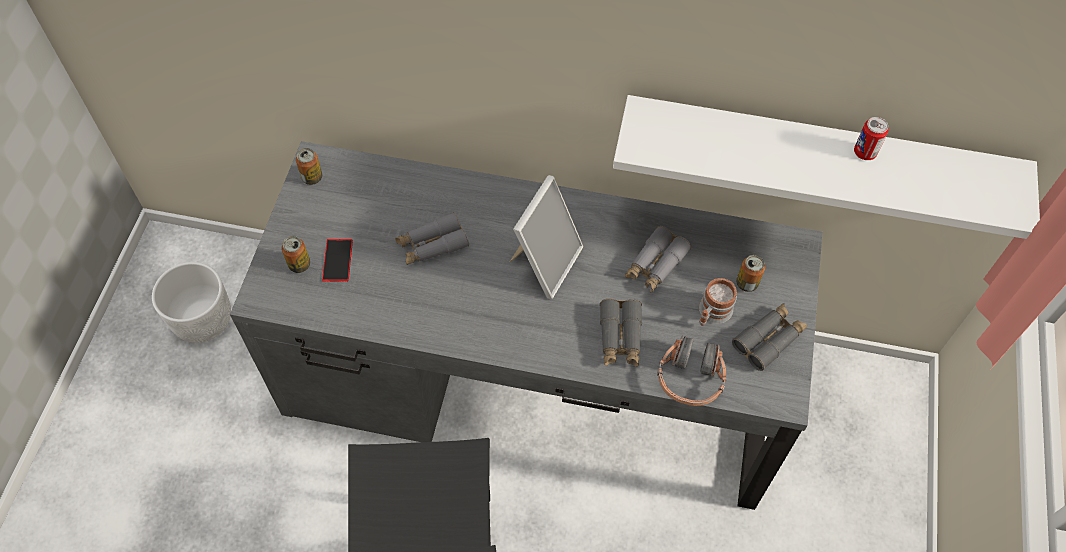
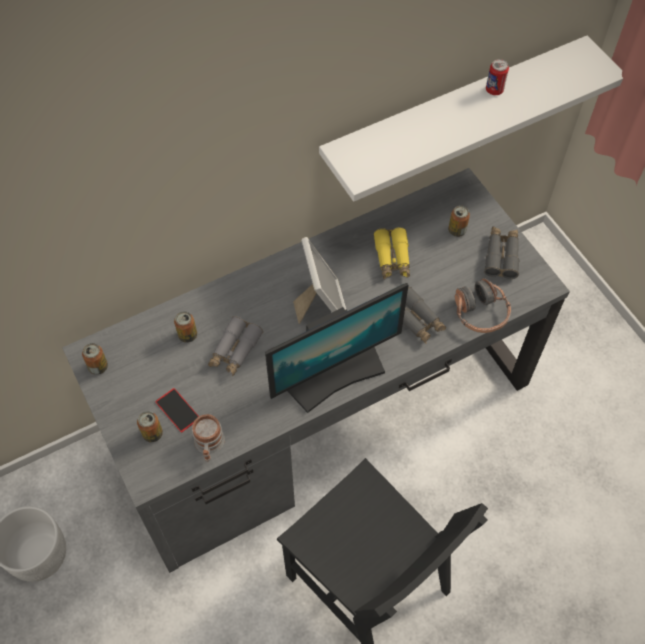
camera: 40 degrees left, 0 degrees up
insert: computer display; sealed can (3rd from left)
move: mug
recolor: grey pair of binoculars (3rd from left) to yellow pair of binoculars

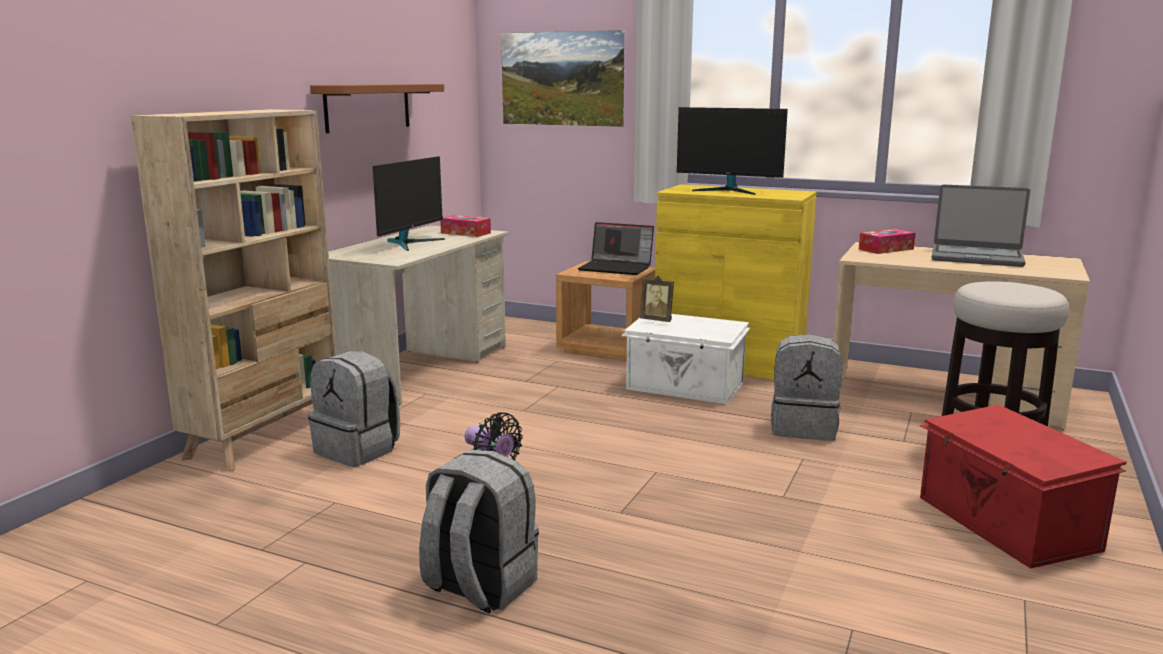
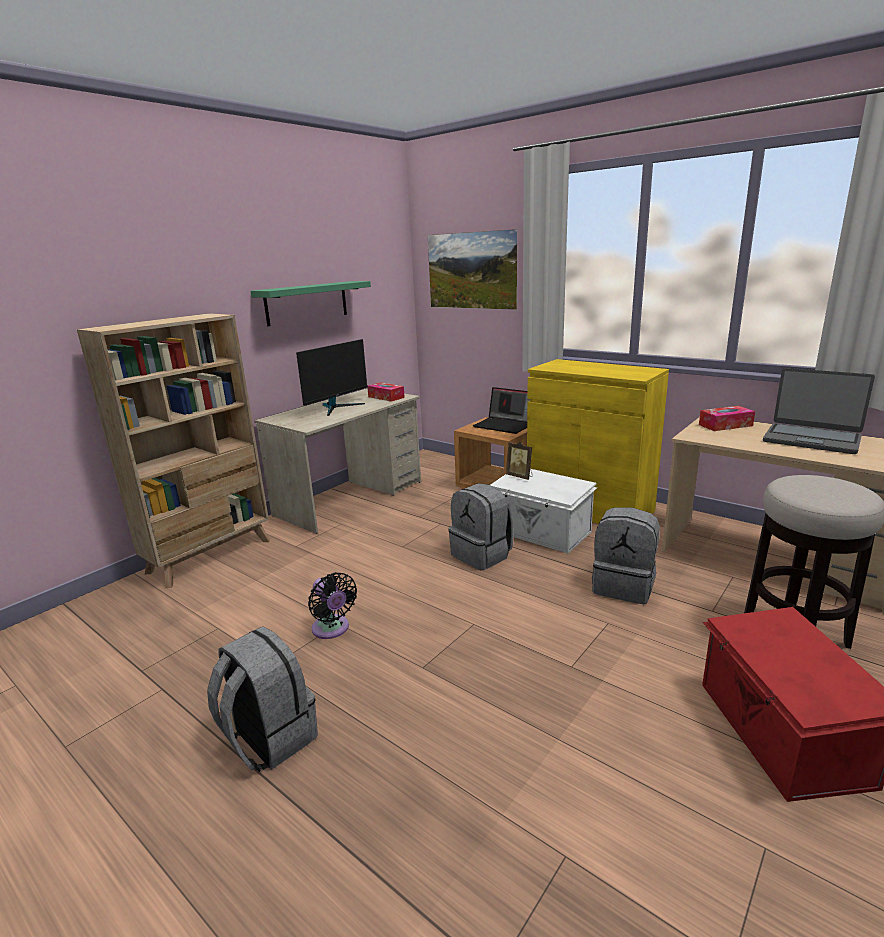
camera: 15 degrees right, 5 degrees up
delete: computer display (2nd from left)
move: grey rucksack (1st from left in the first image) to grey rucksack (2nd from left)
recolor: brown-coloured wall shelf to green wall shelf

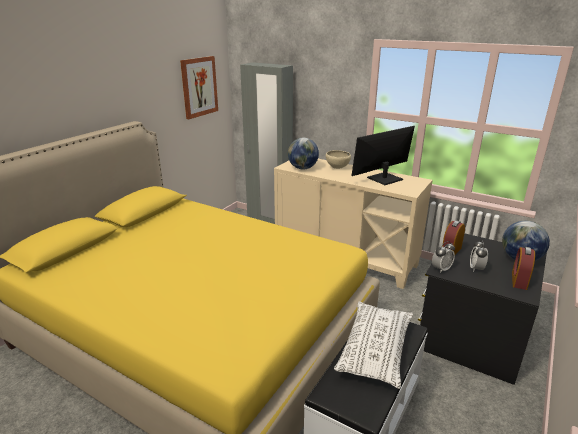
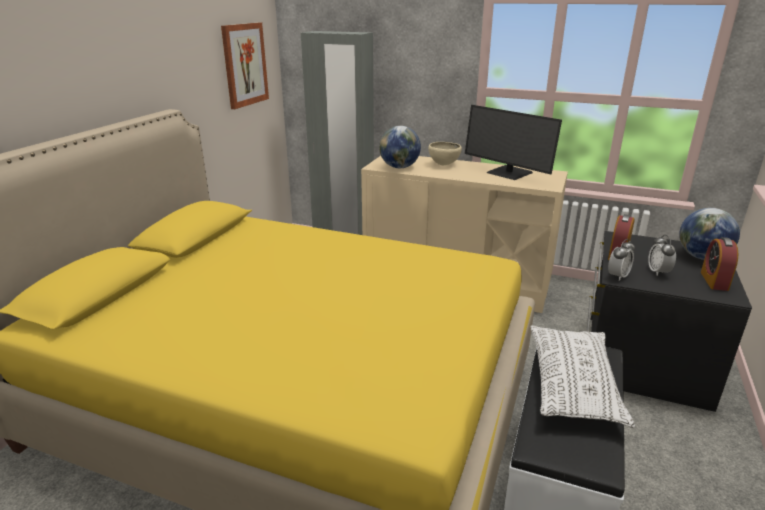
camera: 10 degrees left, 0 degrees up
rotate: computer display 90 degrees counterclockwise

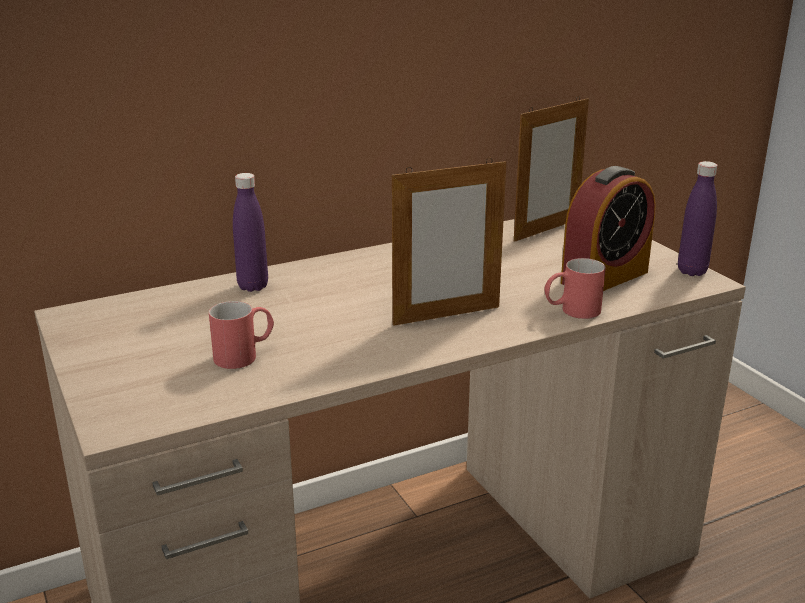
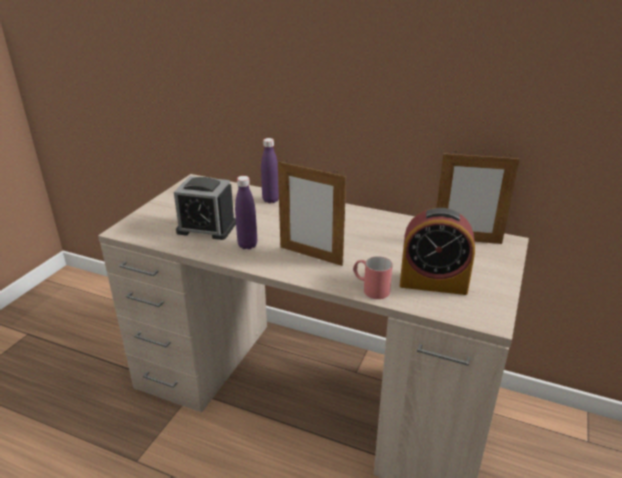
camera: 50 degrees right, 5 degrees up
move: purple-coloured bottle (2nd from left in the first image) to purple-coloured bottle (1st from left)
replace: red-coloured mug (1st from left) to table clock (1st from left)

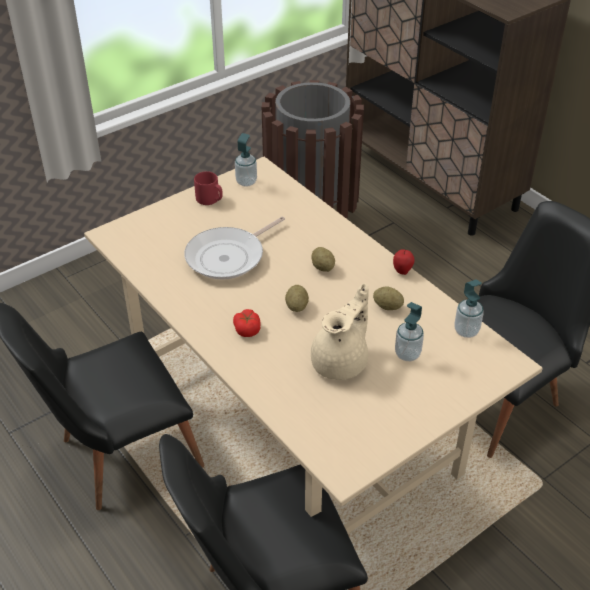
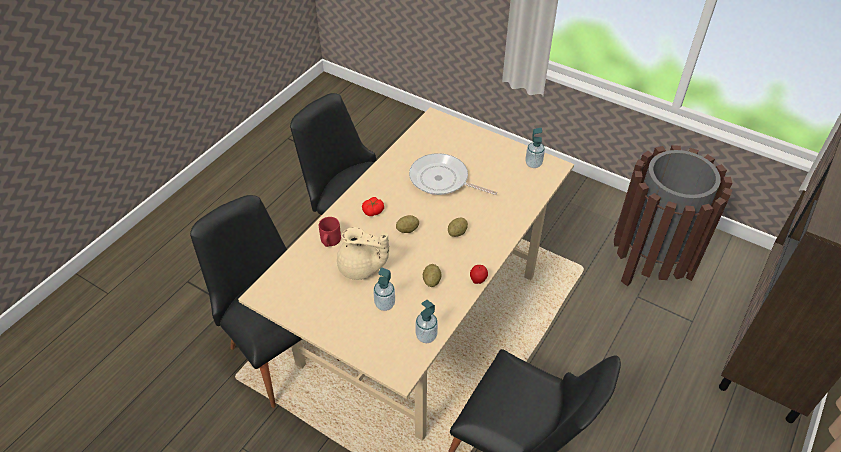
camera: 70 degrees right, 5 degrees up
move: red-coloured mug

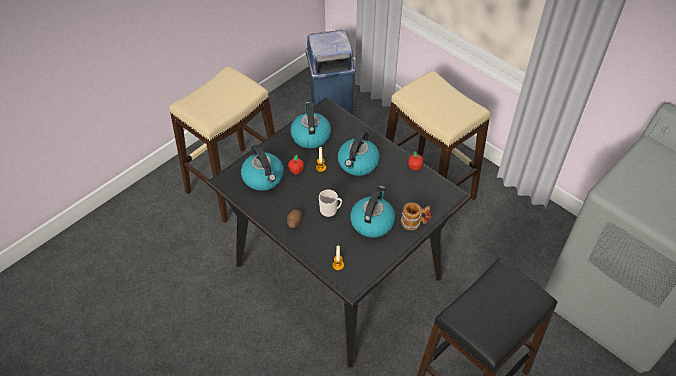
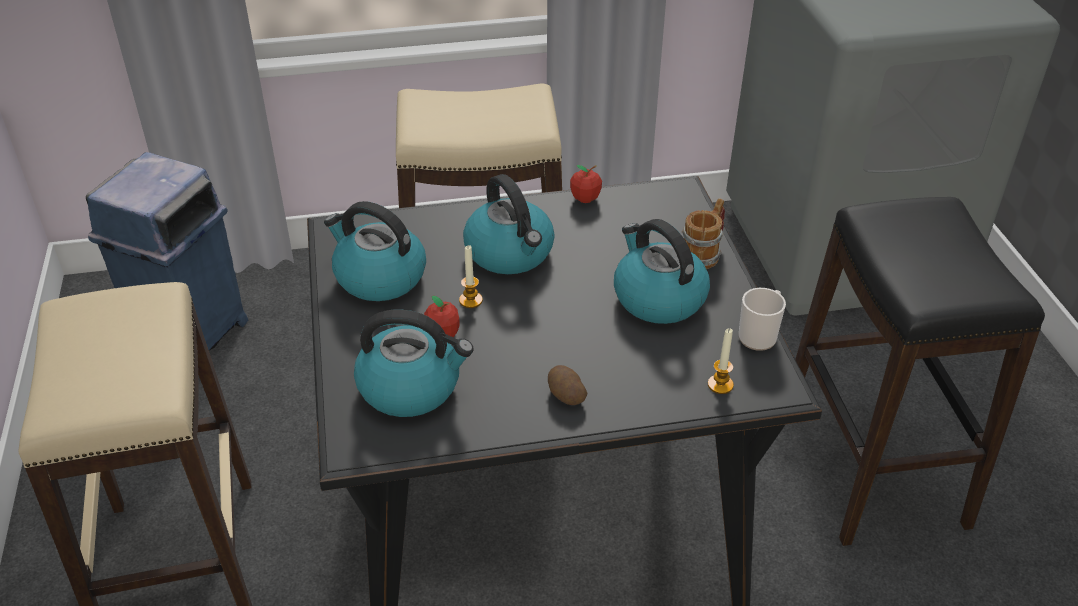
camera: 55 degrees left, 10 degrees down
move: mug (1st from left in the first image) to mug (2nd from left)

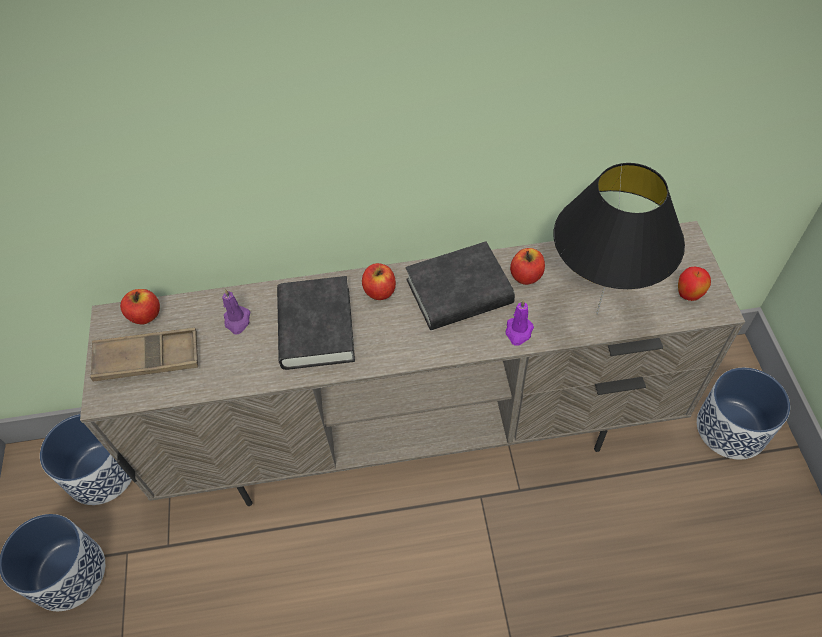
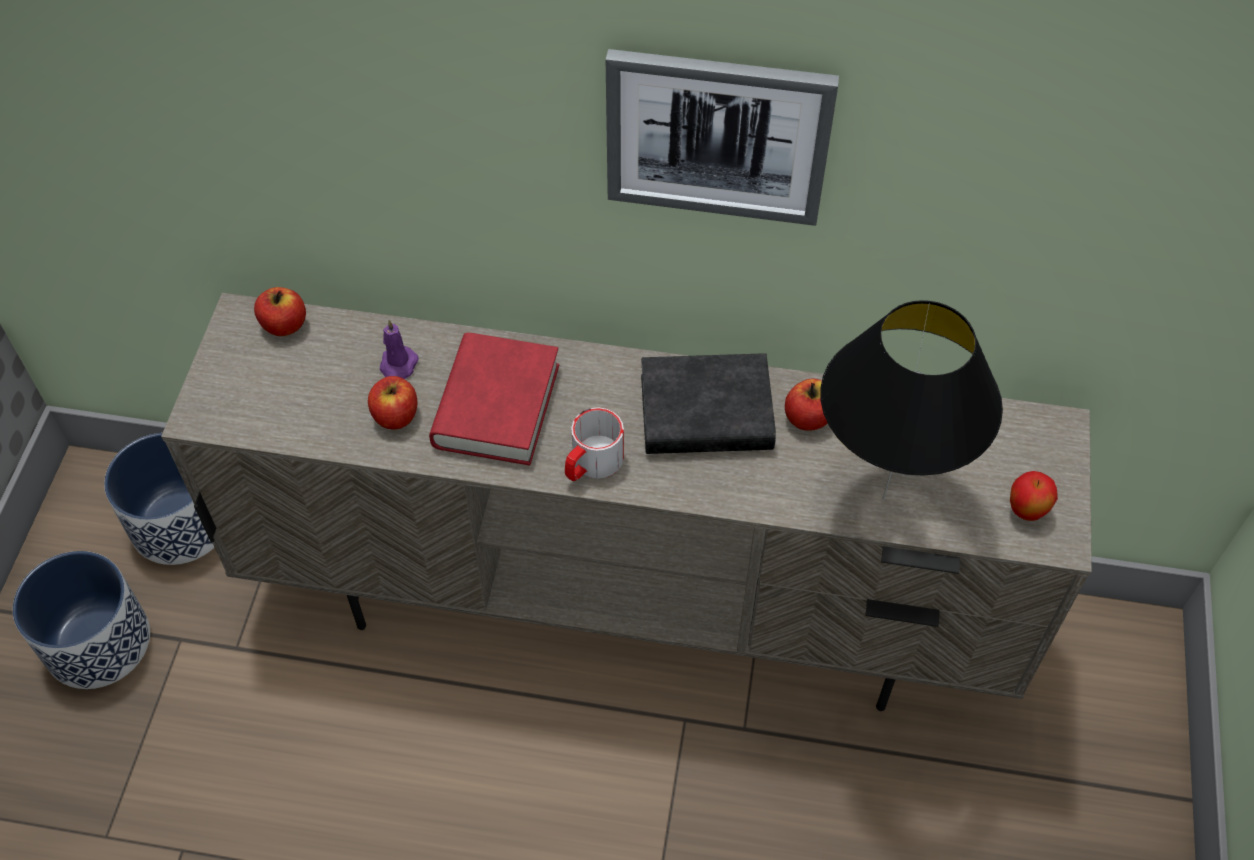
camera: 15 degrees right, 0 degrees up
delete: purple-coloured candle (2nd from left); brown-coloured serving tray; flower pot (3rd from left)
insert: wall picture; mug
move: apple fruit (2nd from left)
recolor: black book (1st from left) to red-coloured book

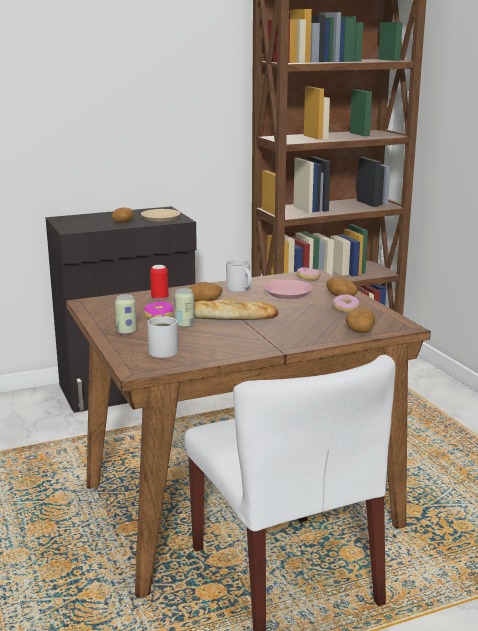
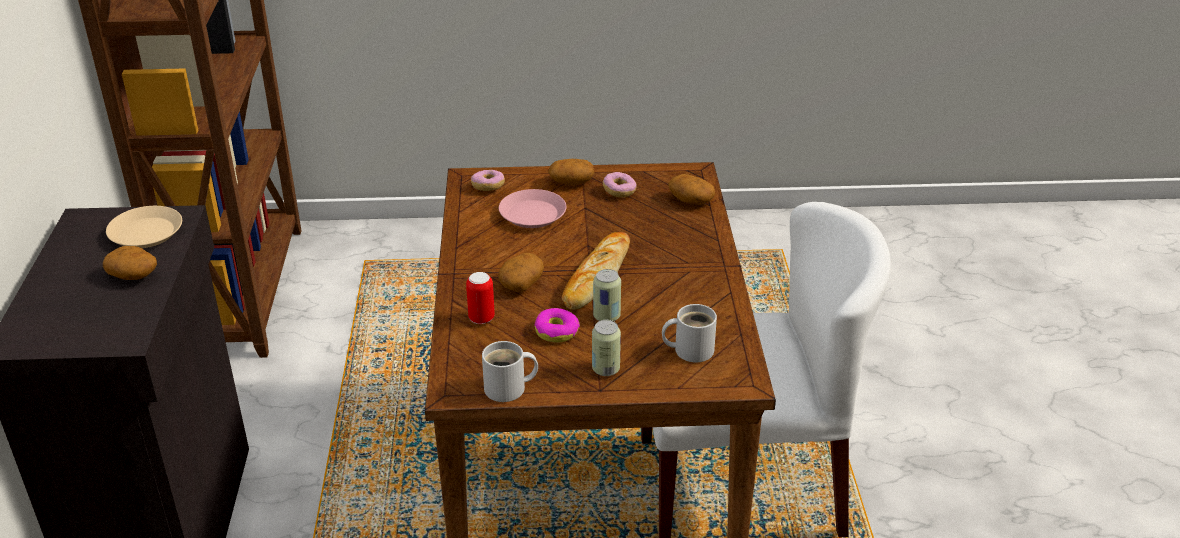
camera: 70 degrees left, 15 degrees up
move: white mug (2nd from left in the first image) to white mug (1st from left)

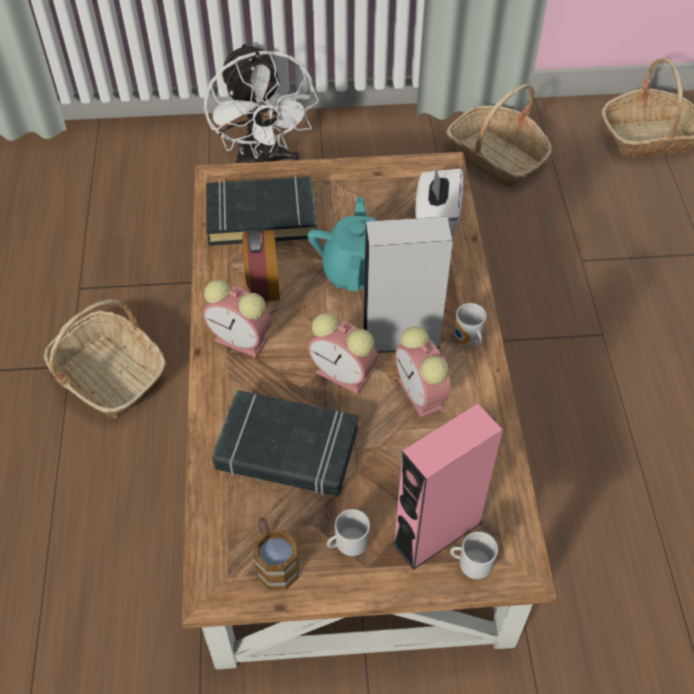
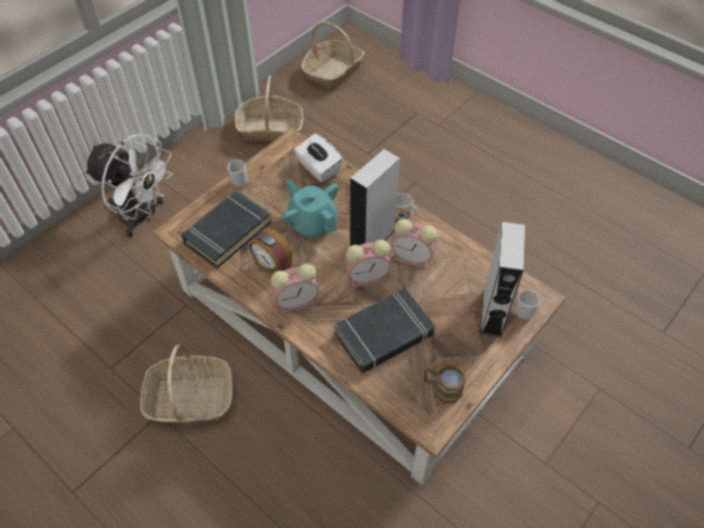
camera: 45 degrees left, 0 degrees up
move: mug (2nd from left in the first image) to mug (1st from left)
recolor: pink audio speaker to grey audio speaker (2nd from left)

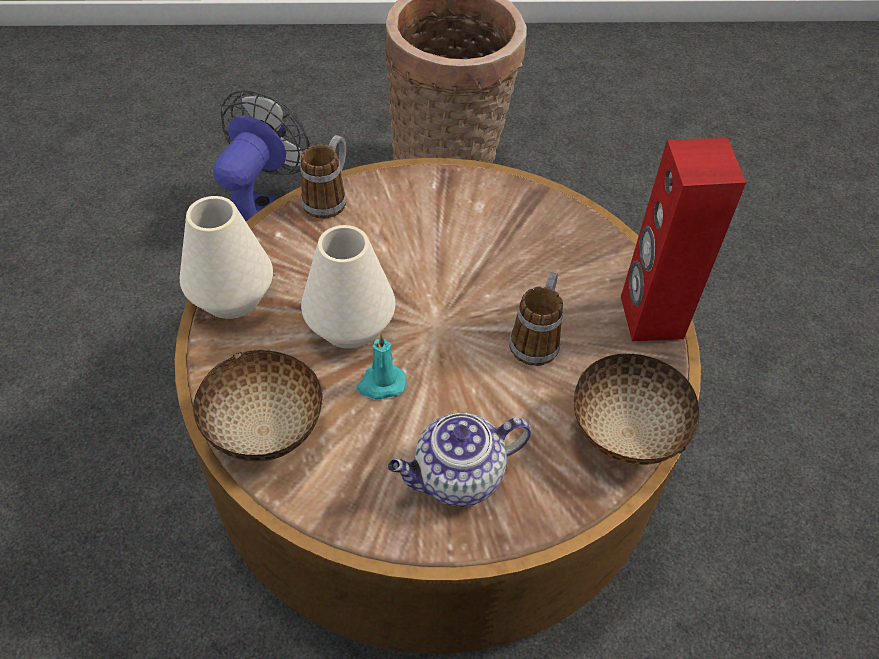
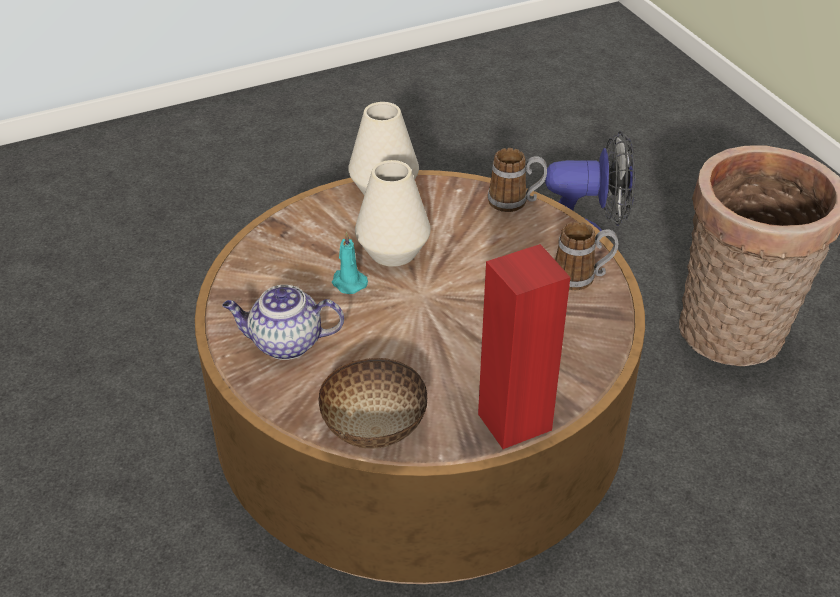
camera: 70 degrees right, 10 degrees down
delete: bowl (1st from left)
move: mug (2nd from left)
rotate: teapot 45 degrees counterclockwise

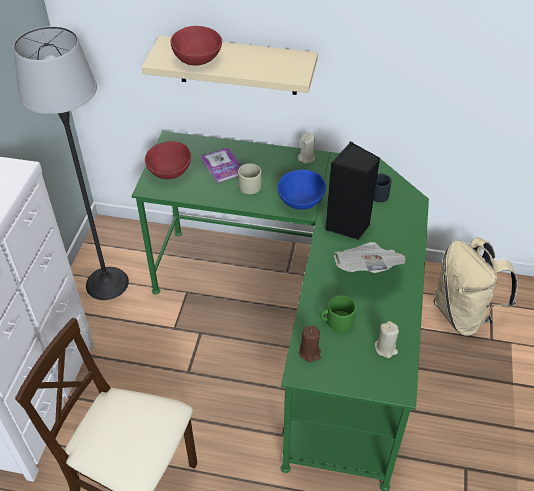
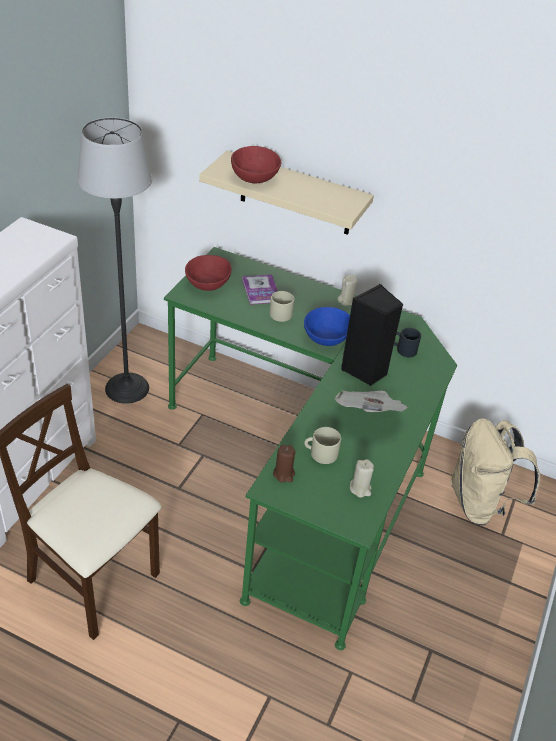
camera: 10 degrees right, 5 degrees down
recolor: green mug to sand-coloured mug (2nd from left)

